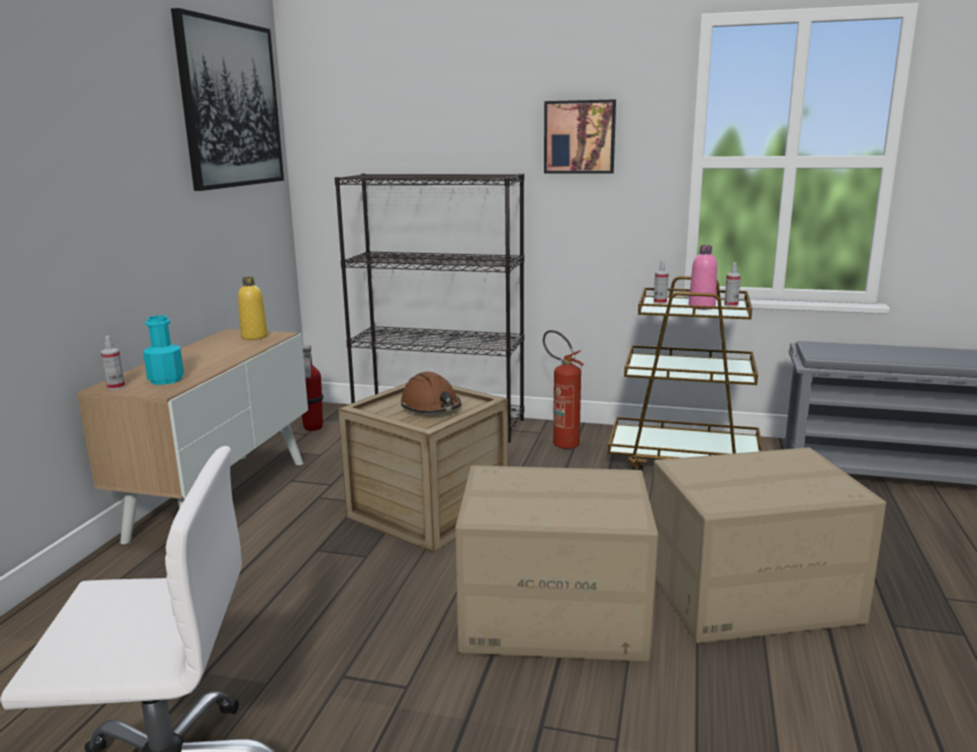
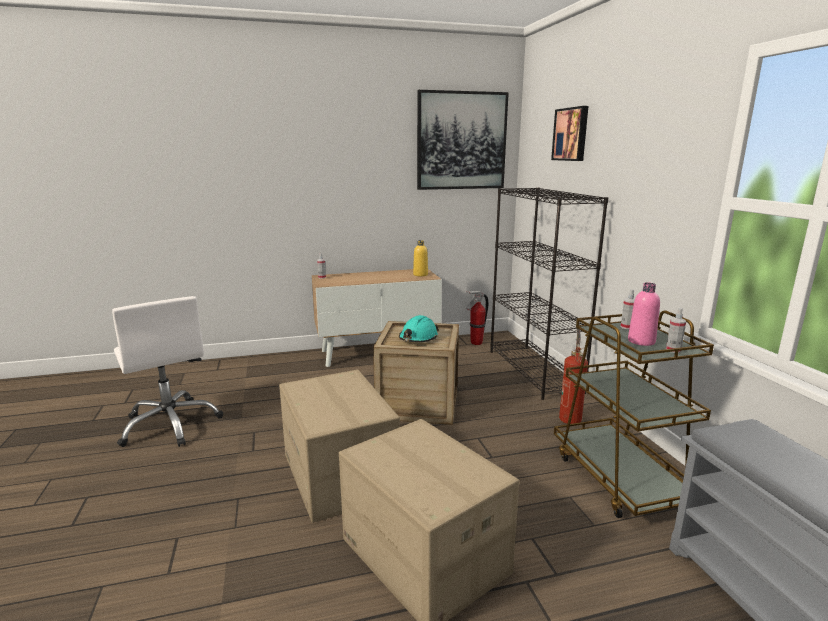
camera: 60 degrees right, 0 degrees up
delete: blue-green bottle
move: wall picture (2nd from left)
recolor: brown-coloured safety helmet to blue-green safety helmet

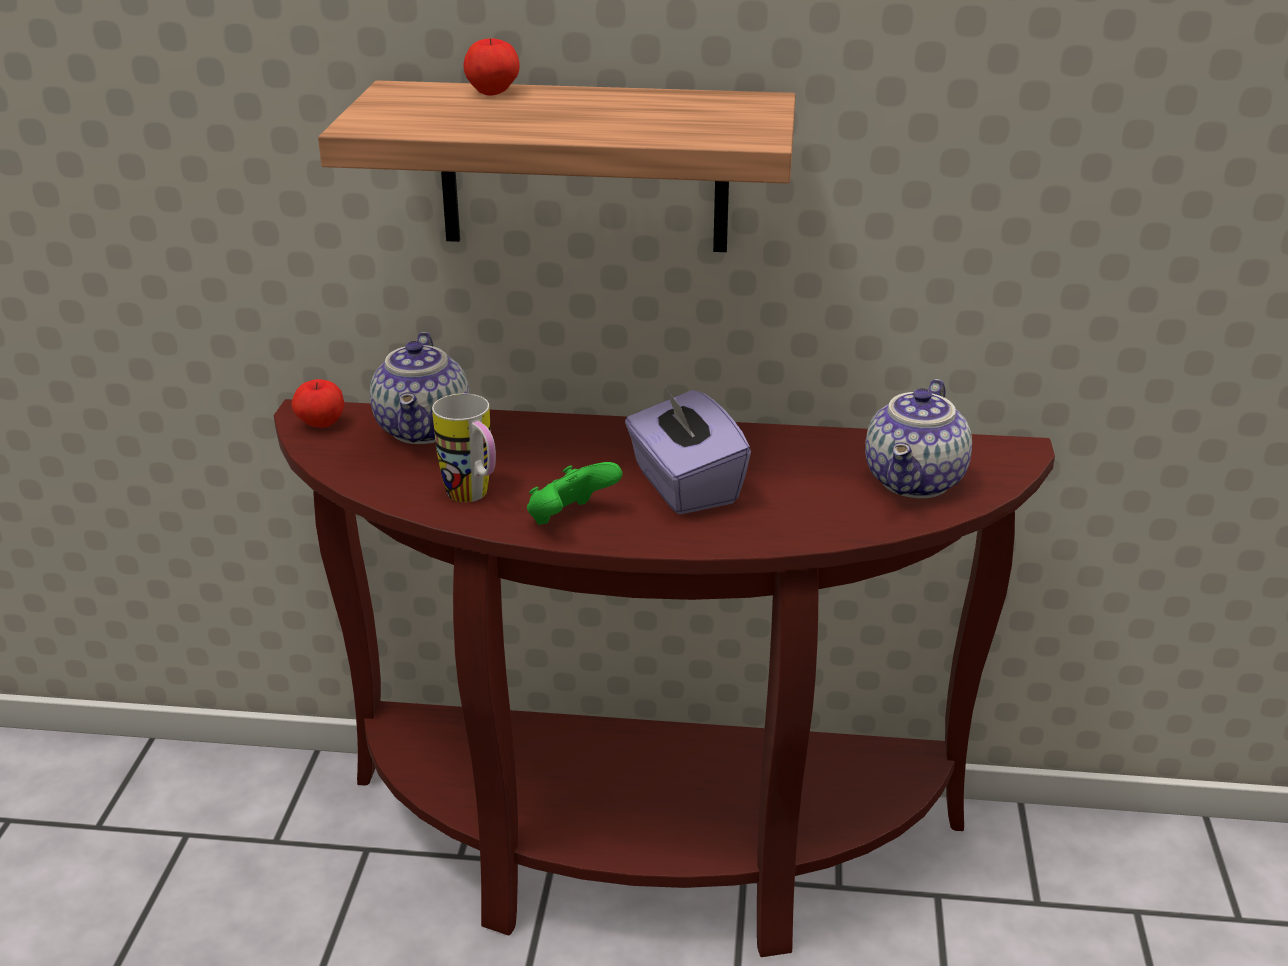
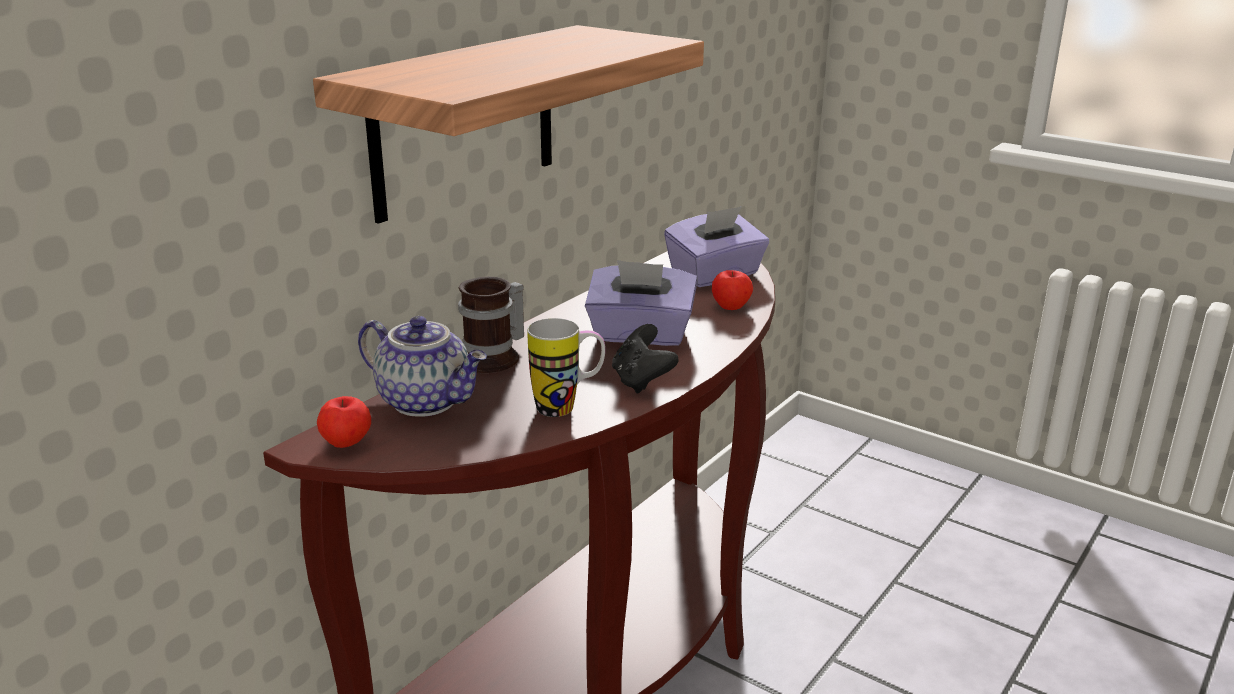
camera: 60 degrees left, 5 degrees down
insert: mug (1st from left)
move: apple fruit (2nd from left)
replace: teapot (2nd from left) to purple-coloured box of tissues (2nd from left)
recolor: green game controller to black game controller

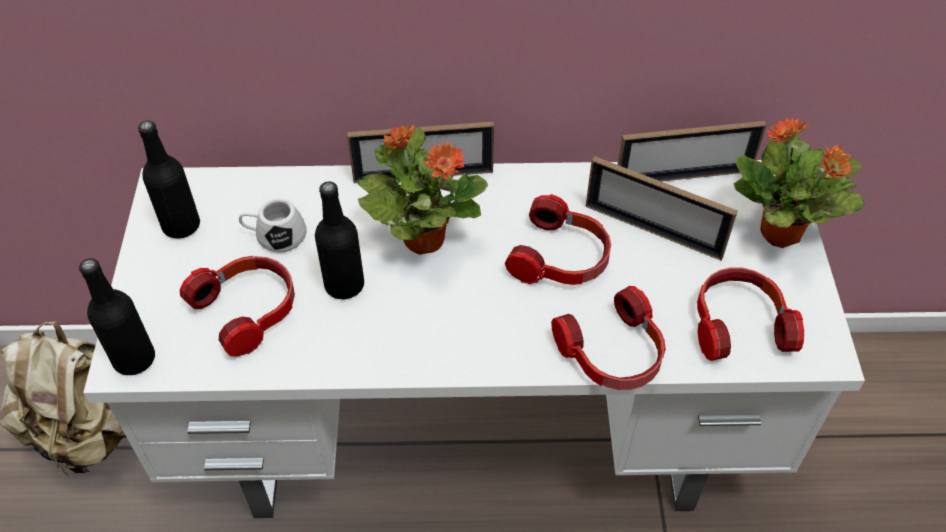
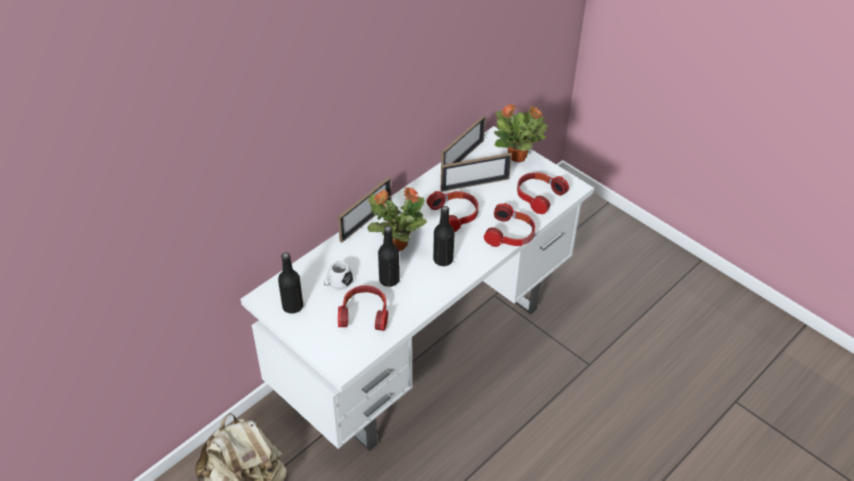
camera: 45 degrees left, 5 degrees down
move: black bottle (1st from left in the first image) to black bottle (3rd from left)

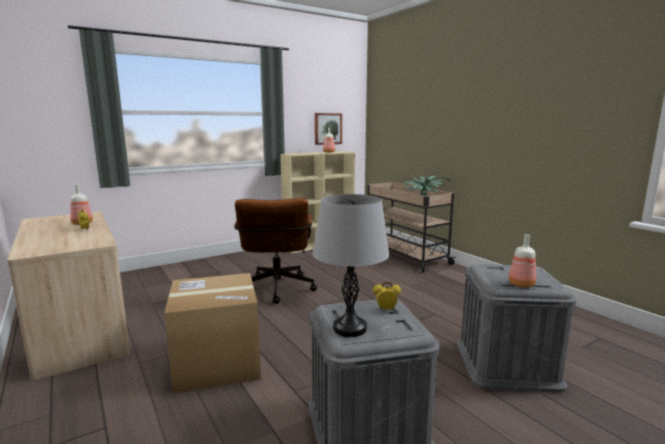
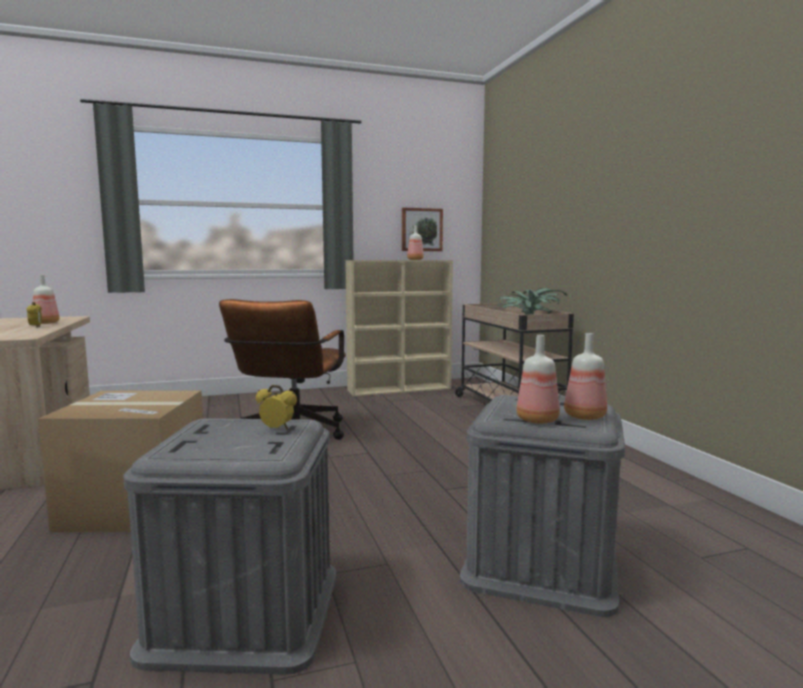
camera: 15 degrees right, 5 degrees down
delete: grey table lamp
insert: bottle (4th from left)

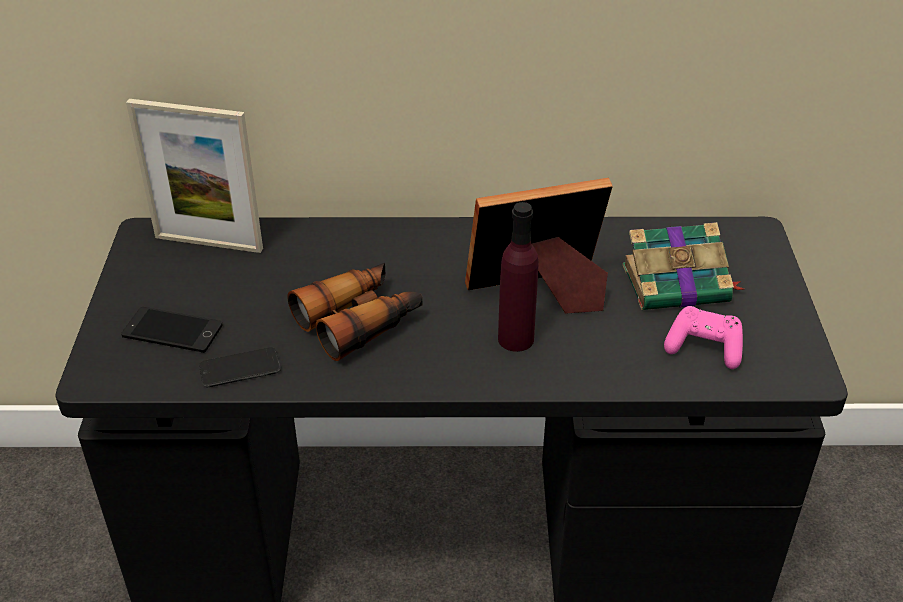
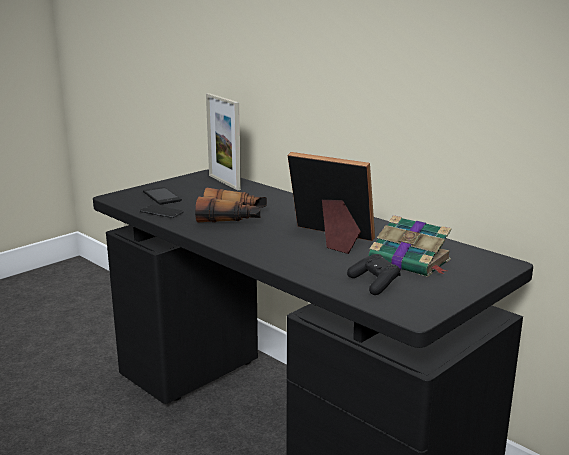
camera: 45 degrees right, 20 degrees down
delete: purple-coloured bottle
recolor: pink game controller to black game controller

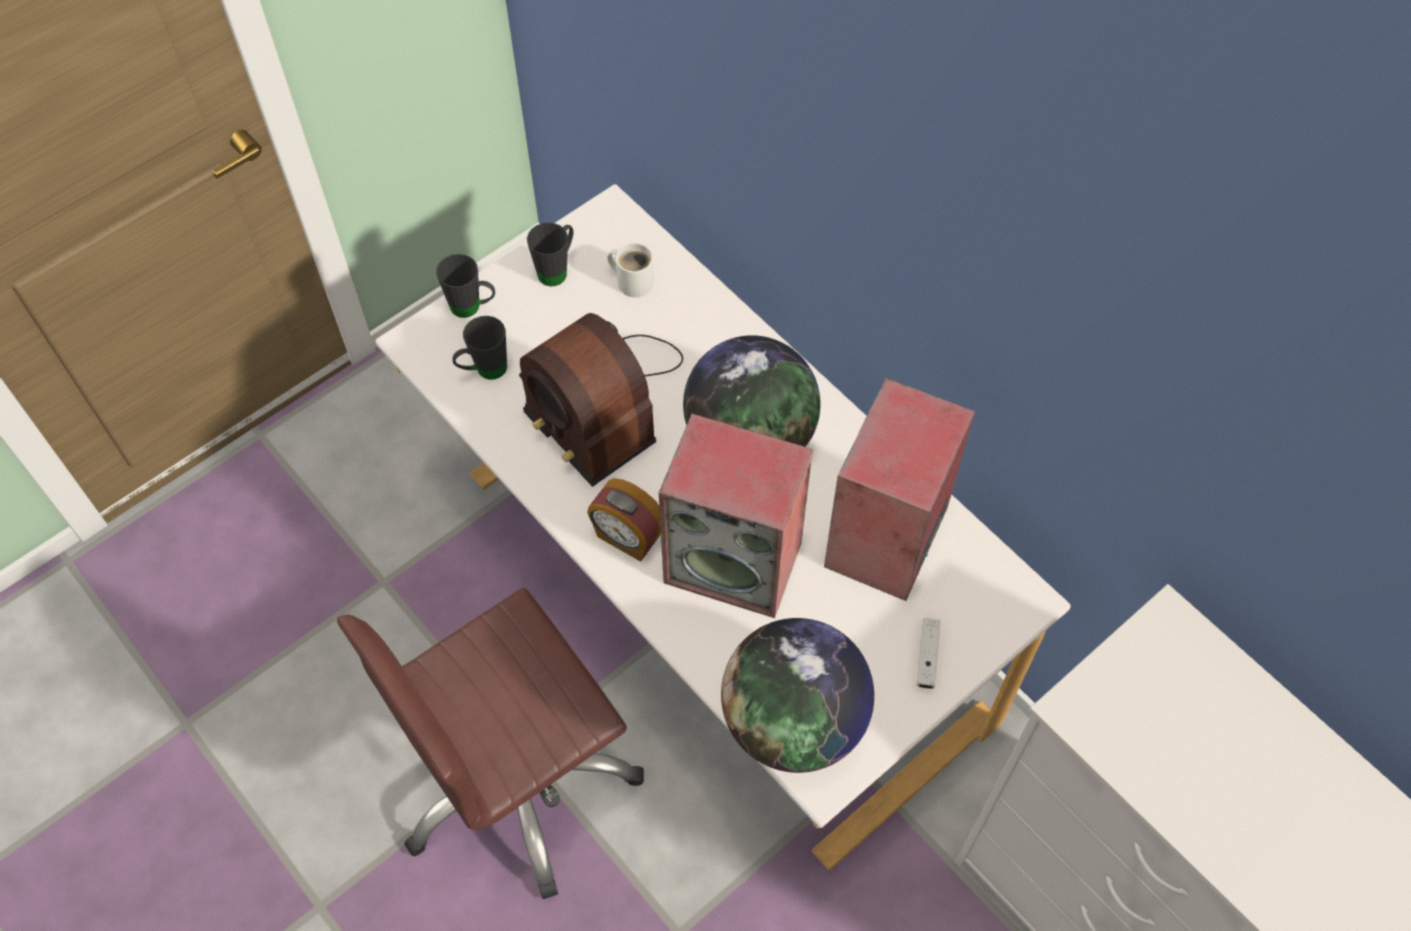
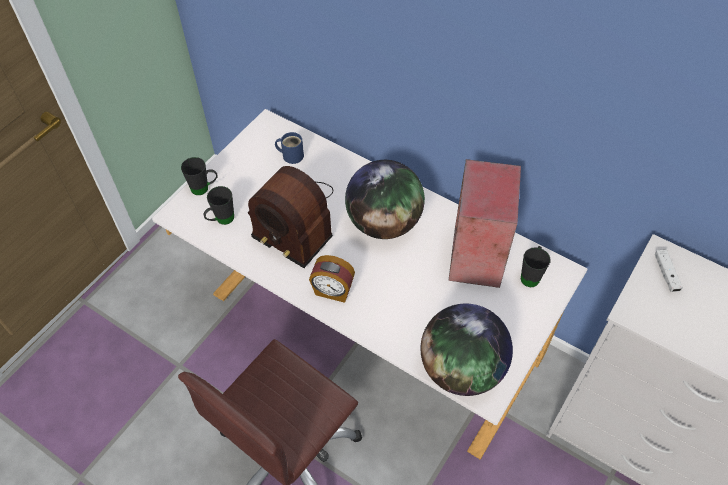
camera: 15 degrees left, 5 degrees down
delete: audio speaker (1st from left)
move: black mug (3rd from left); white game controller
recolor: white mug to bluish mug

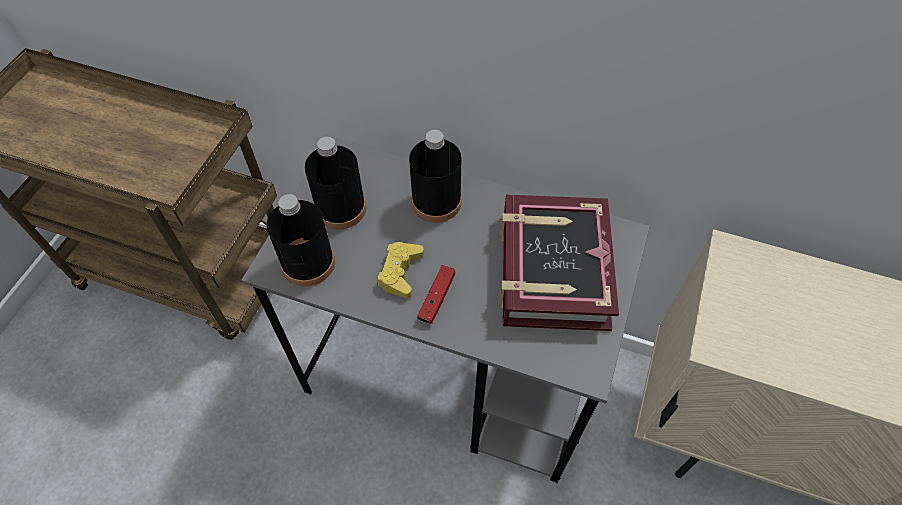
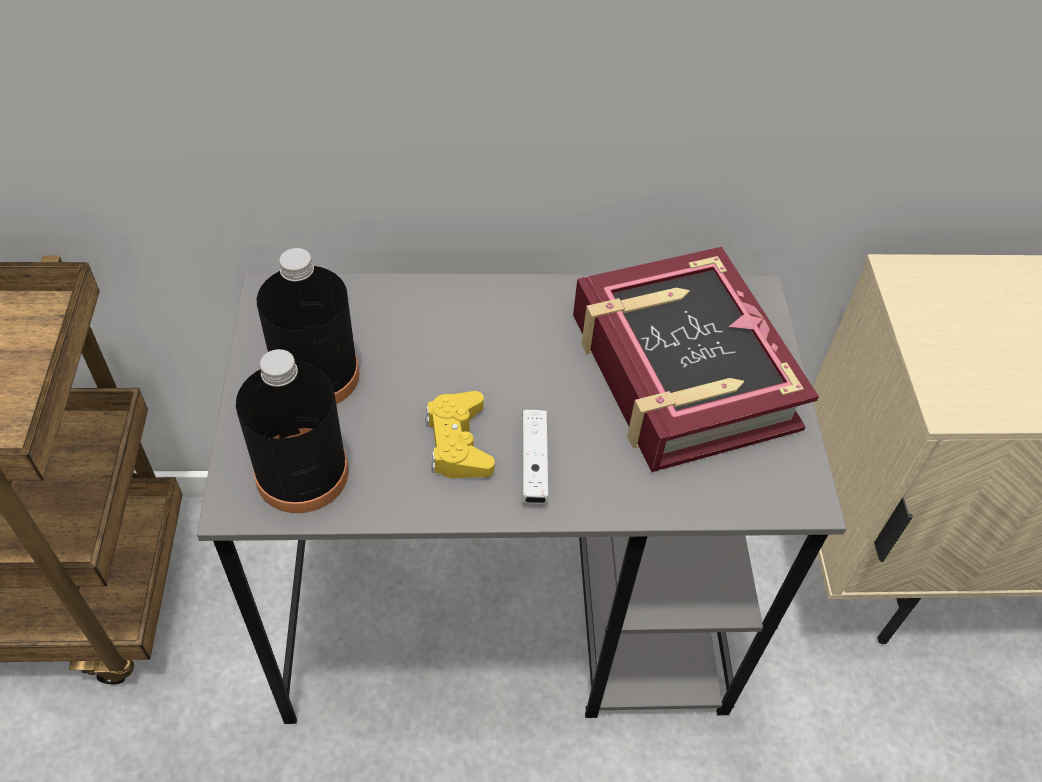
camera: 25 degrees left, 5 degrees down
delete: black bottle (3rd from left)
recolor: red-coloured game controller to white game controller

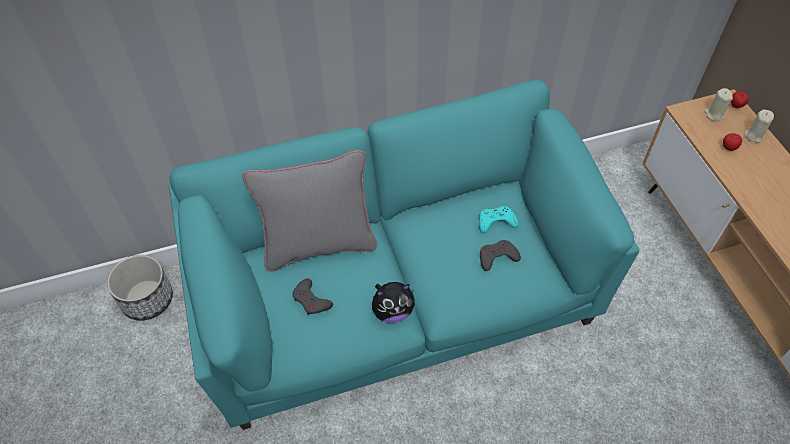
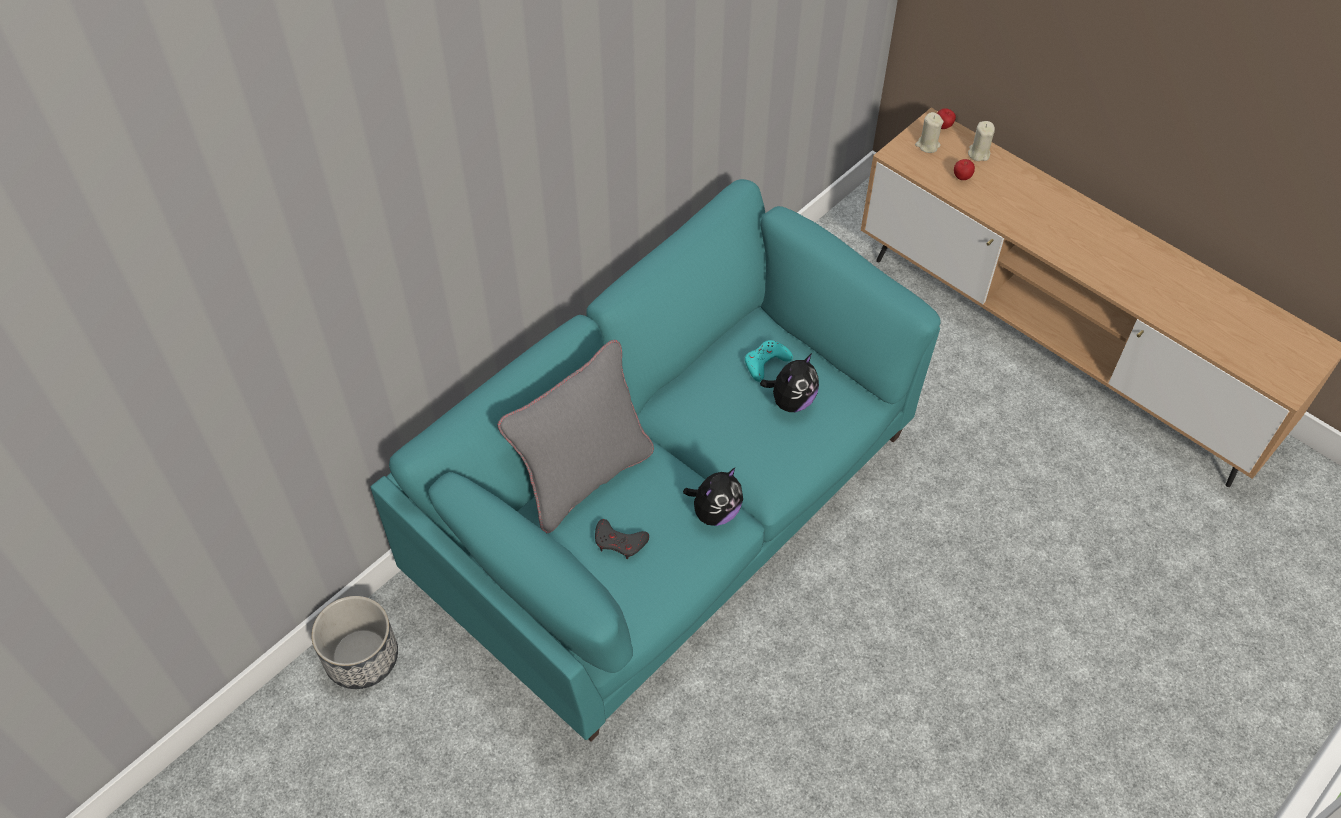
camera: 30 degrees left, 0 degrees up
replace: grey game controller (2nd from left) to cuddly toy (2nd from left)

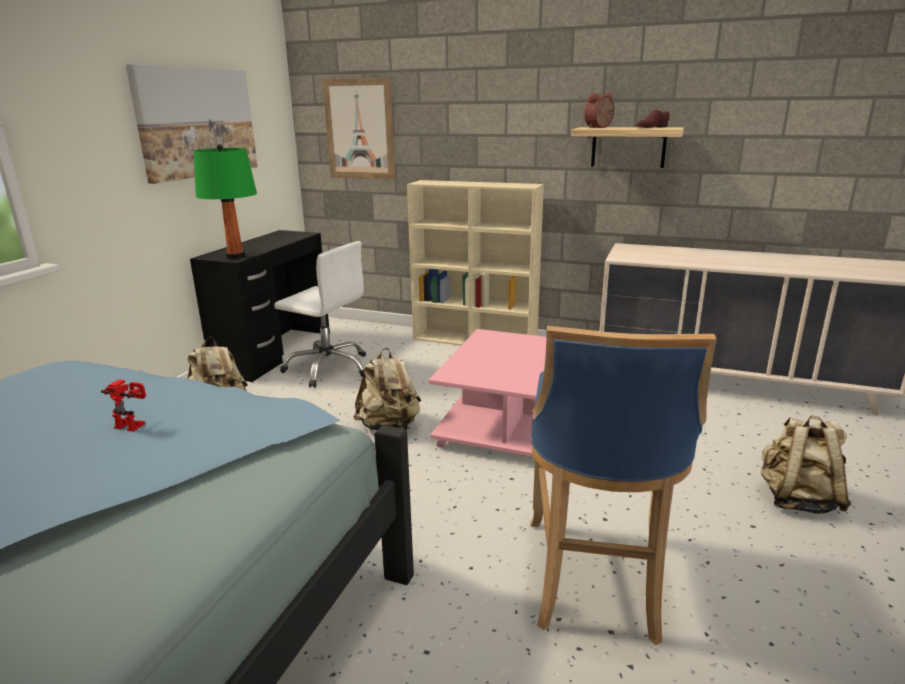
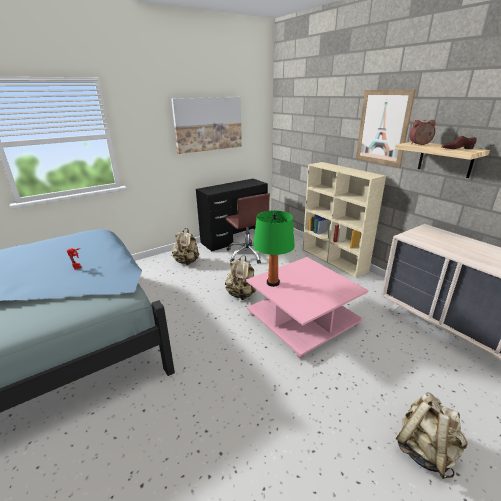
camera: 35 degrees right, 5 degrees up
delete: bluish stool
move: wall picture (2nd from left); green table lamp
recolor: white desk chair to brown-coloured desk chair

